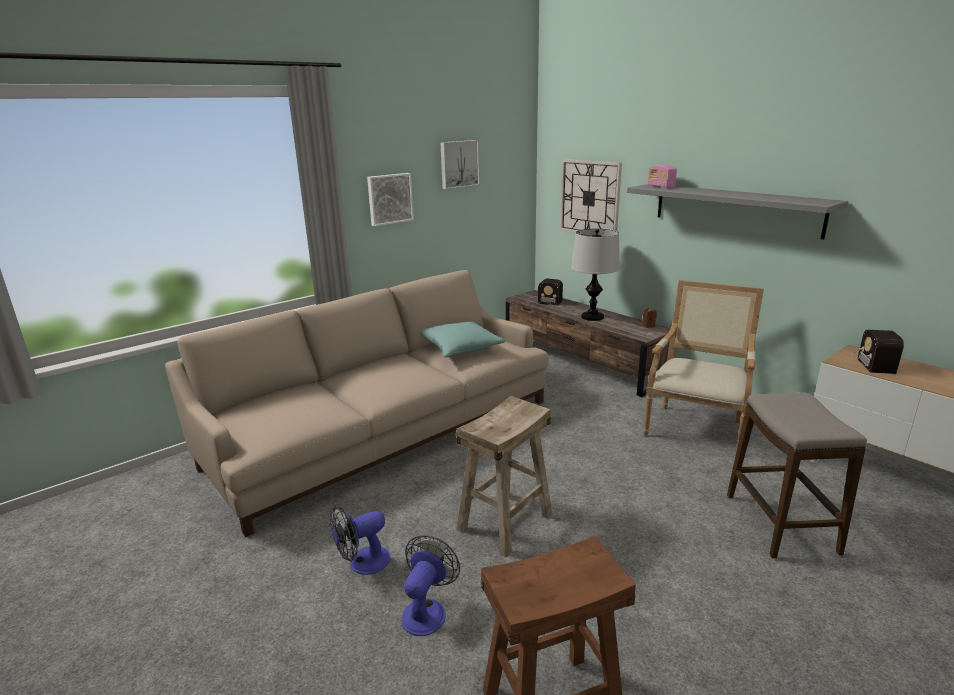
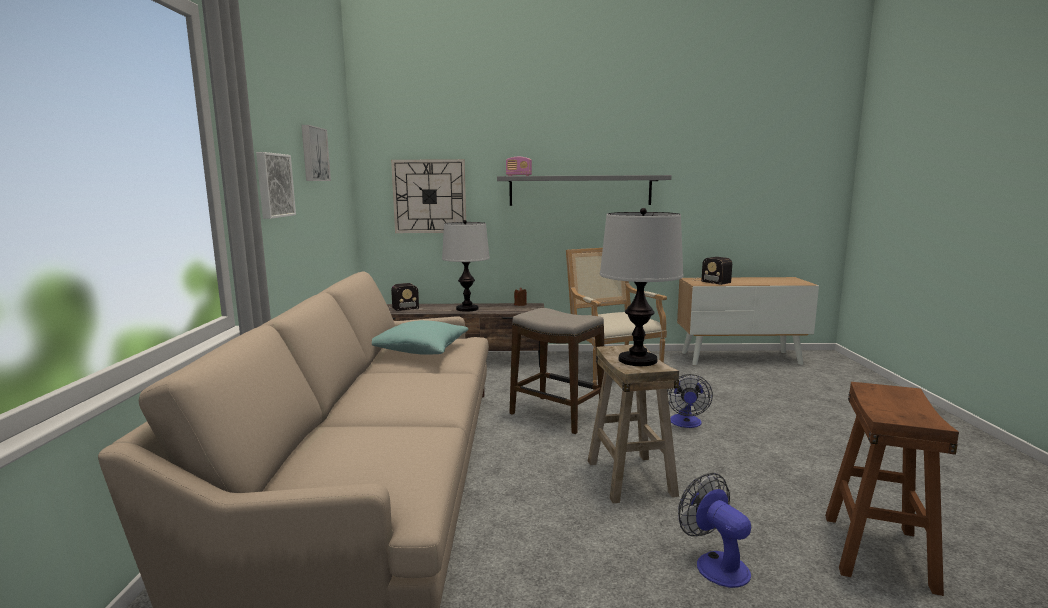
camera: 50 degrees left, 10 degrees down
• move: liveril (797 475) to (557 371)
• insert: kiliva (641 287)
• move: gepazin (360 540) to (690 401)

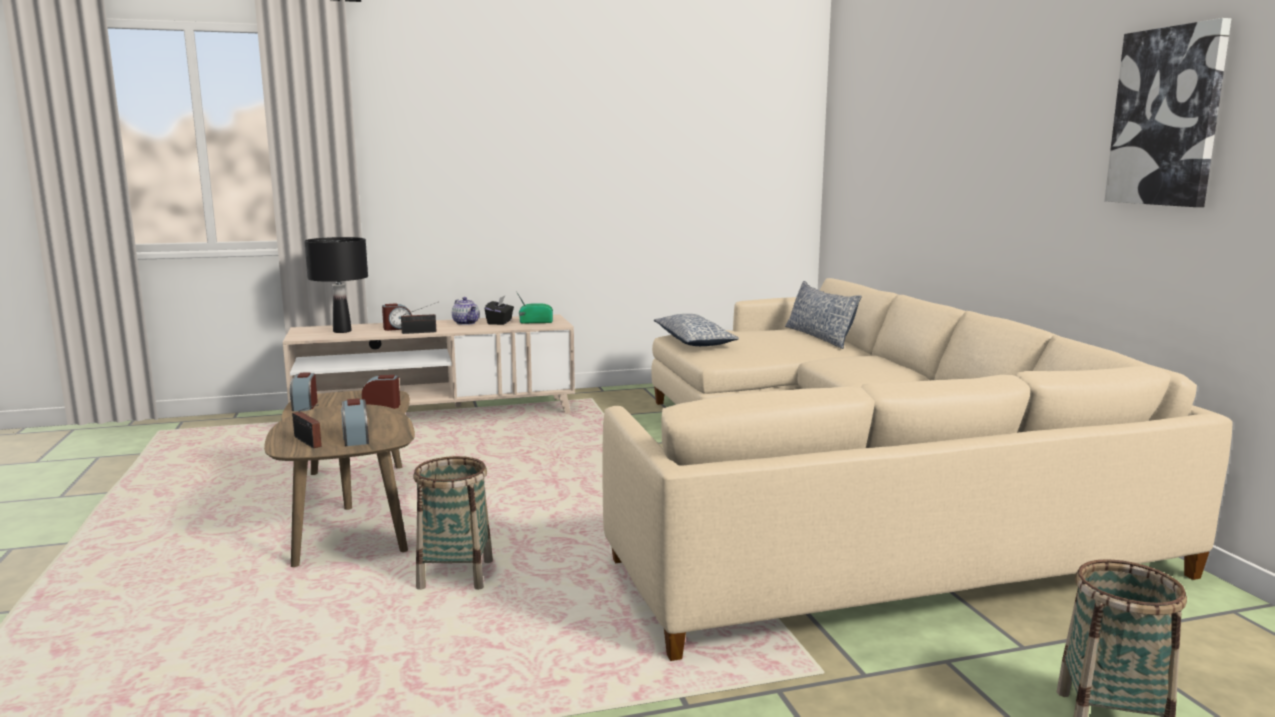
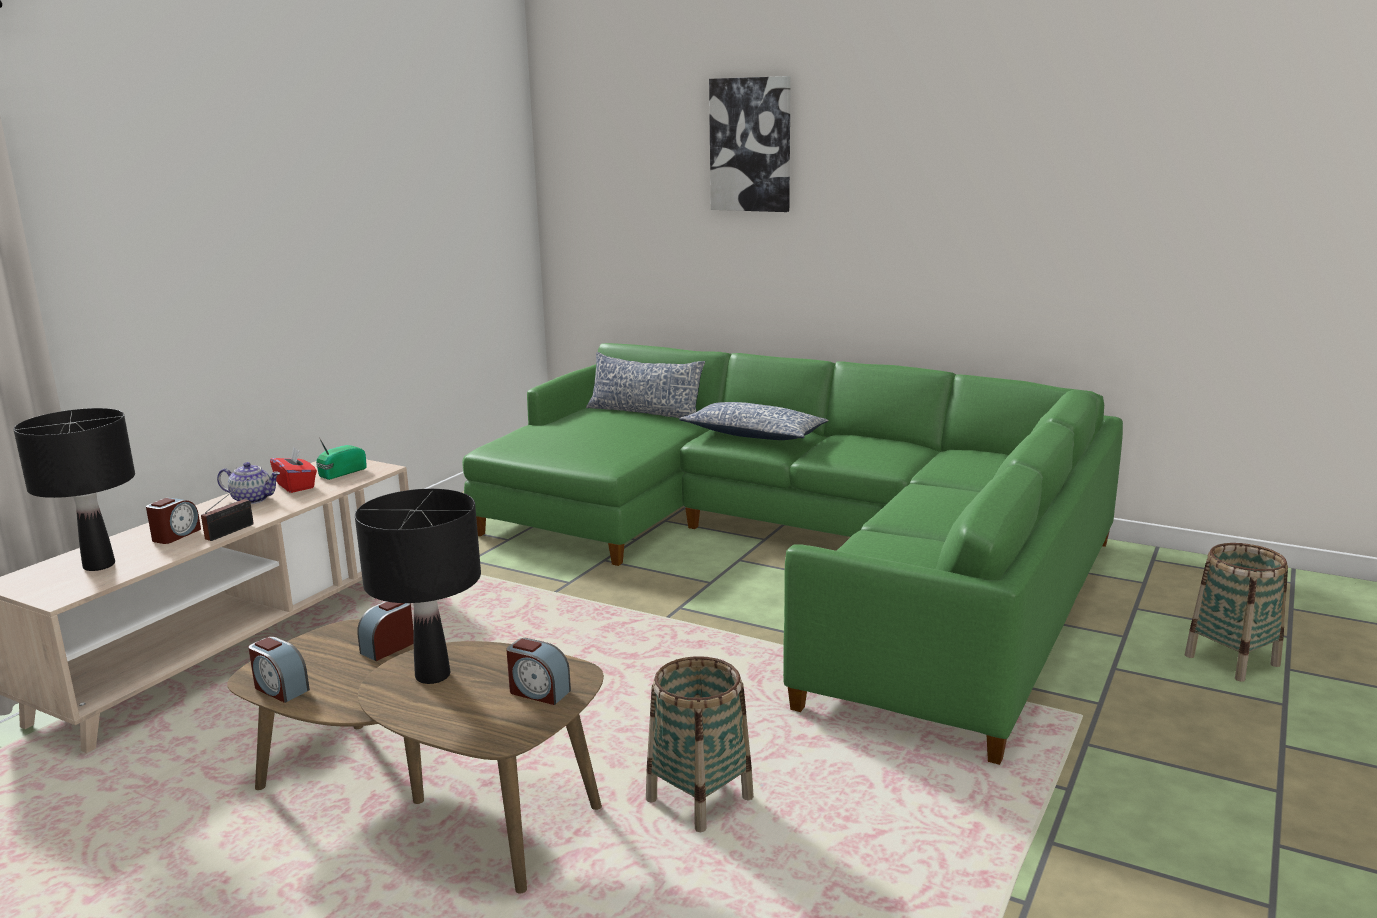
camera: 45 degrees left, 5 degrees up
• recolor: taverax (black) (499 310) to taverax (red) (293 470)
• insert: kiliva (black) (418 586)
• recolor: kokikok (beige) (917 469) to kokikok (green) (792 554)
• move: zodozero (696 330) to (754 421)
• move: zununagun (1167 112) to (750 144)
• delete: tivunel (307 426)

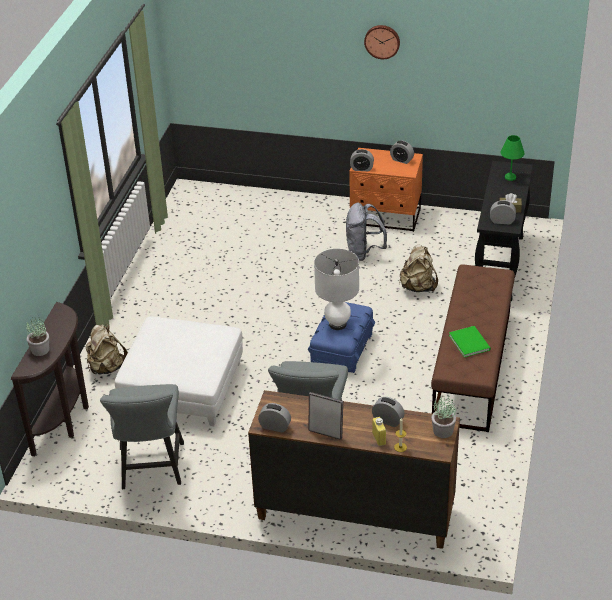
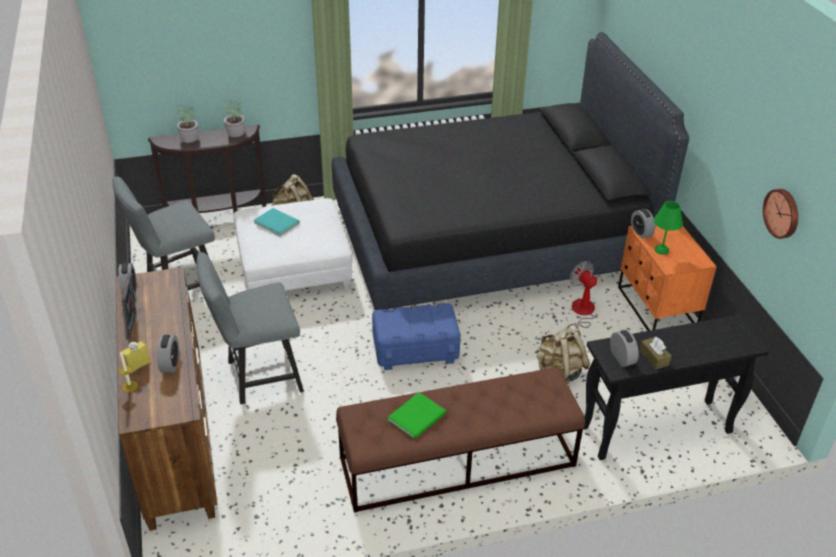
camera: 60 degrees right, 0 degrees up
• move: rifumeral (444 417) to (234 118)
• insert: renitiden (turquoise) (277 222)
• insert: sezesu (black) (510 171)
• replace: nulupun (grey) (366 232) to gepazin (582 295)
• move: kiliva (green) (512 158) to (668 228)
• move: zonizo (382 42) to (780 214)
• delete: kiliva (white) (336 289)
• delete: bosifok (402 152)

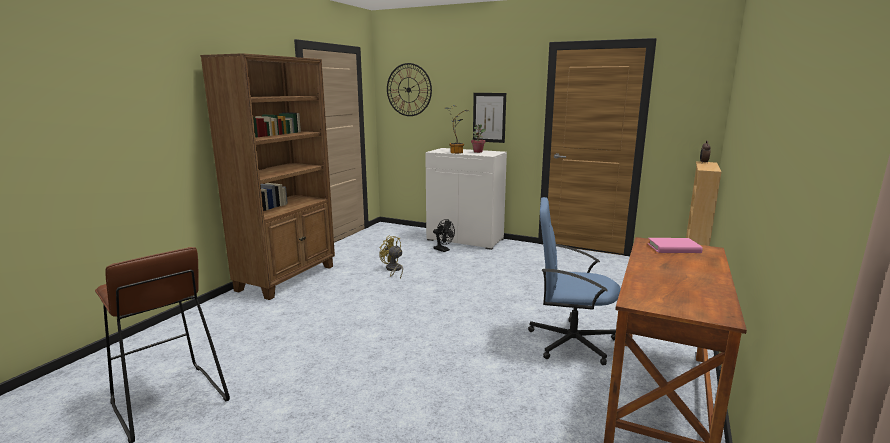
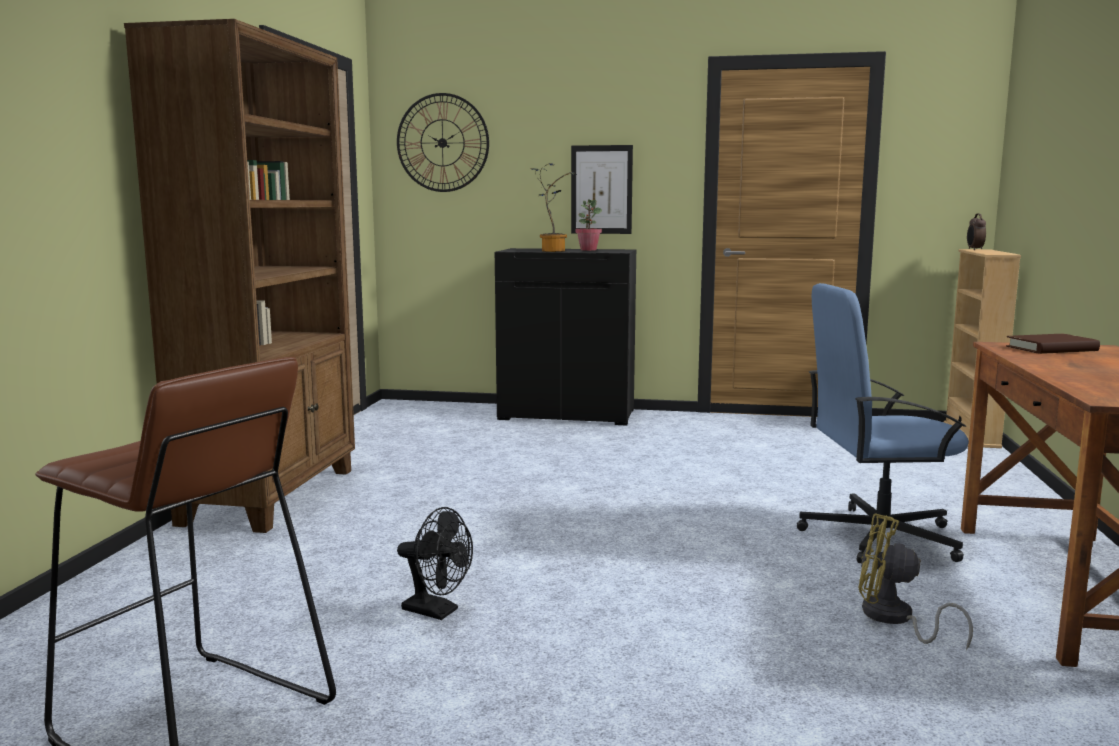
camera: 15 degrees left, 5 degrees down
• move: gepazin (black) (444 235) to (435 563)
• recolor: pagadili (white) (466 199) to pagadili (black) (565 337)
• move: gepazin (yellow) (391 257) to (916 581)
• recolor: renitiden (pink) (675 245) to renitiden (brown) (1053 344)

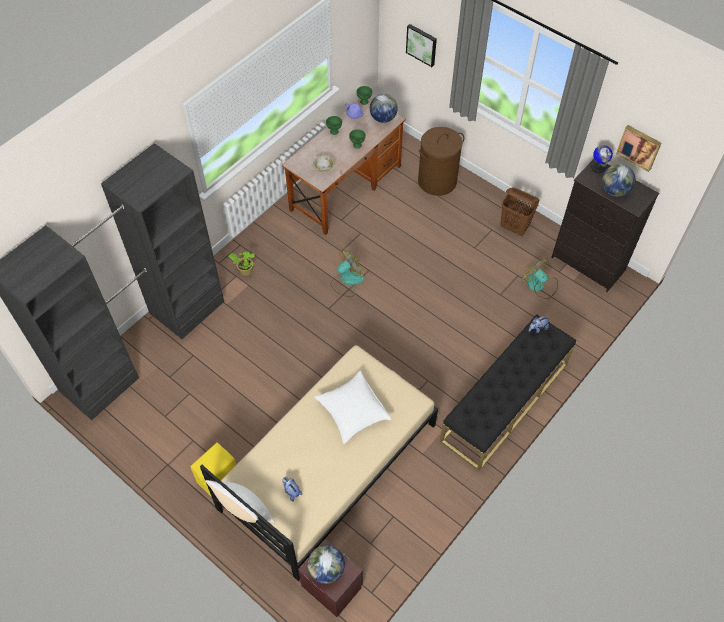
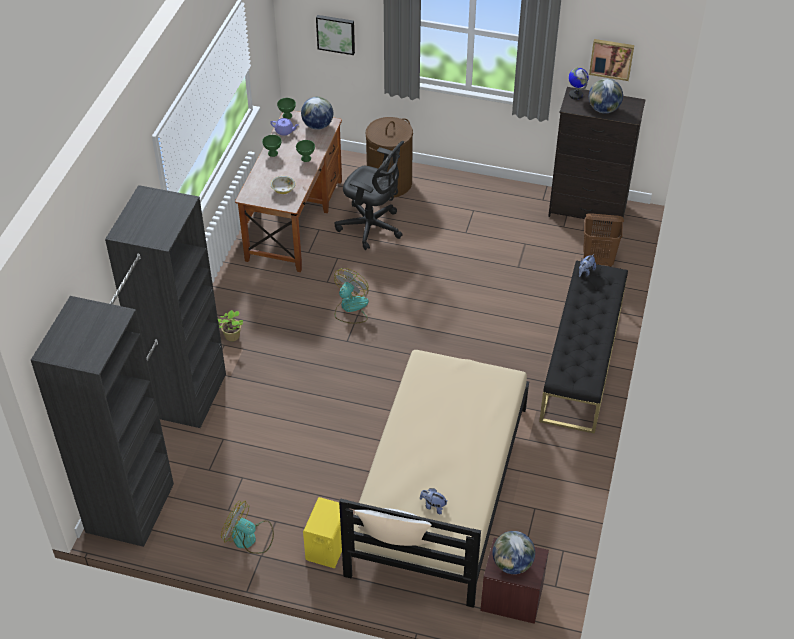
camera: 25 degrees left, 10 degrees down
• move: gepazin (540 278) to (247 527)
• insert: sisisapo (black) (369 195)
• move: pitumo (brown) (519 212) to (603 240)
• delete: zodozero (white) (352 407)

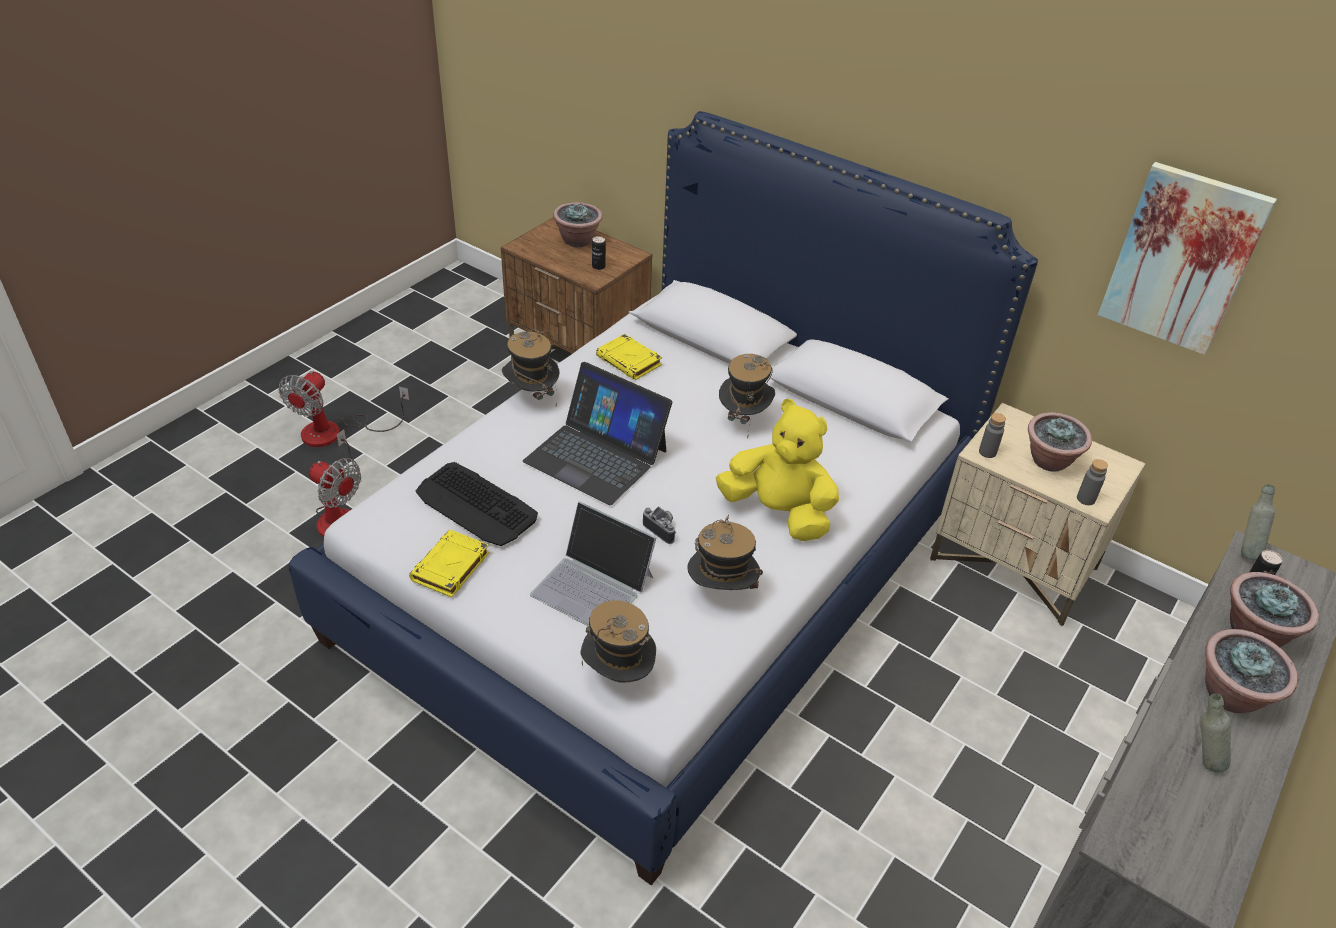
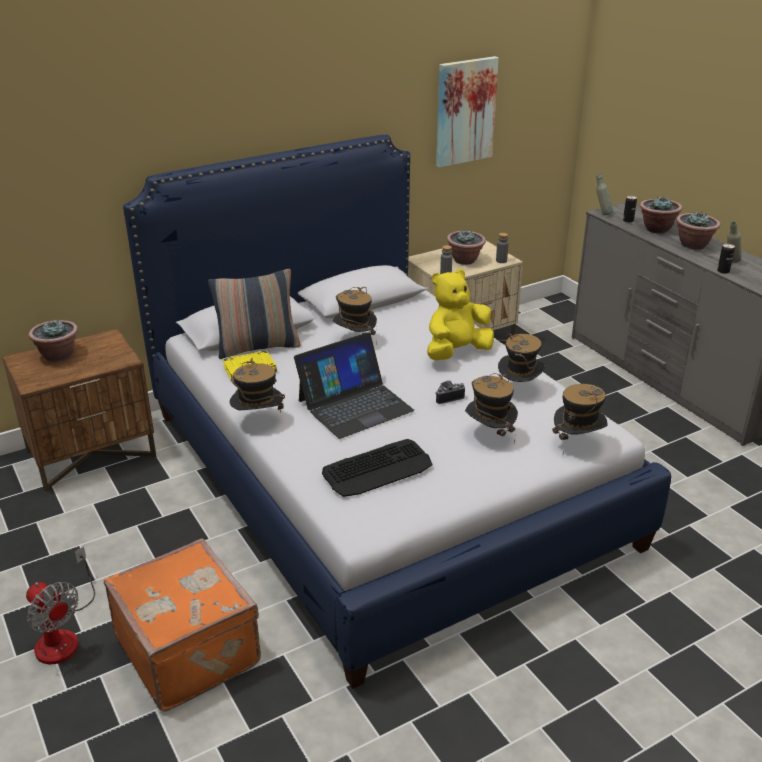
camera: 65 degrees left, 10 degrees down
• replace: gepazin (335 483) to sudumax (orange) (182 625)
• insert: zodozero (254 314)
• replace: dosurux (593 564) to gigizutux (491 407)
• move: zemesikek (599 253) to (726 259)
• delete: renitiden (yellow) (449 564)

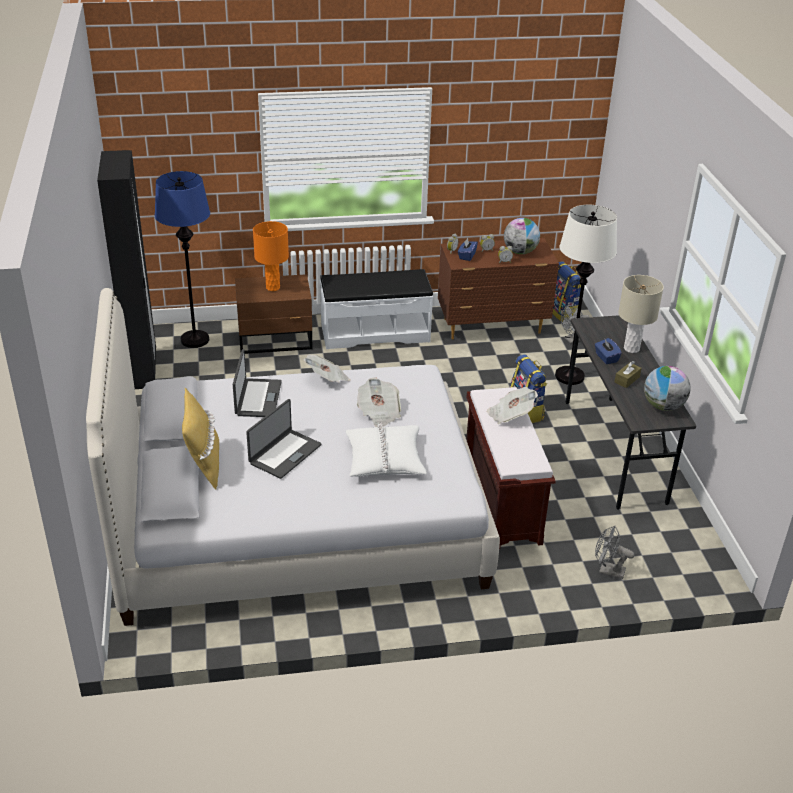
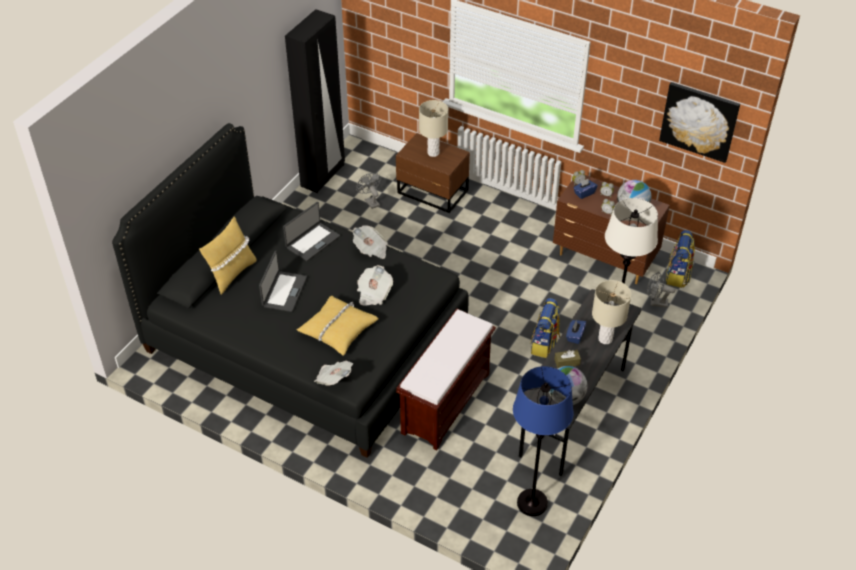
camera: 40 degrees right, 10 degrees up
• recolor: sezesu (white) (293 457) to sezesu (black) (290 290)
• rotate: dosurux (284 439) = (283 281) 60 degrees counterclockwise
• recolor: zodozero (white) (386 449) to zodozero (yellow) (337 326)
• move: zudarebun (512 405) to (333 373)
• move: gepazin (grey) (615 552) to (368 191)
• recolor: kiliva (orange) (271 256) to kiliva (beige) (433 128)
• move: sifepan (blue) (182 259) to (543 441)
• insert: zununagun (699 122)
• delete: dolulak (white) (376 309)

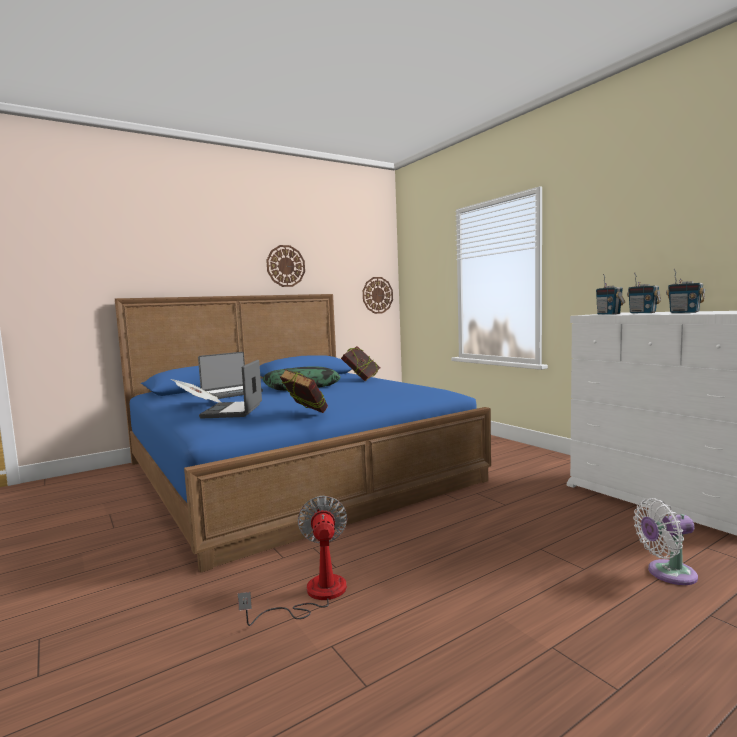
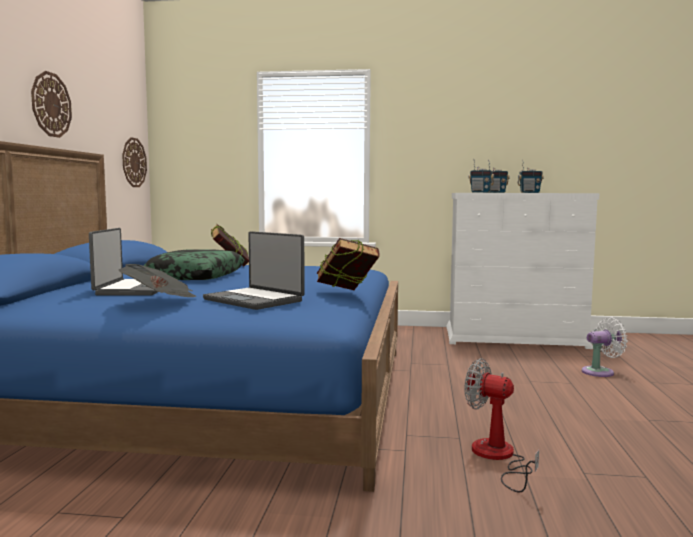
camera: 50 degrees left, 0 degrees up
• rotate: gepazin (white) (665 541) = (605 347) 135 degrees counterclockwise

